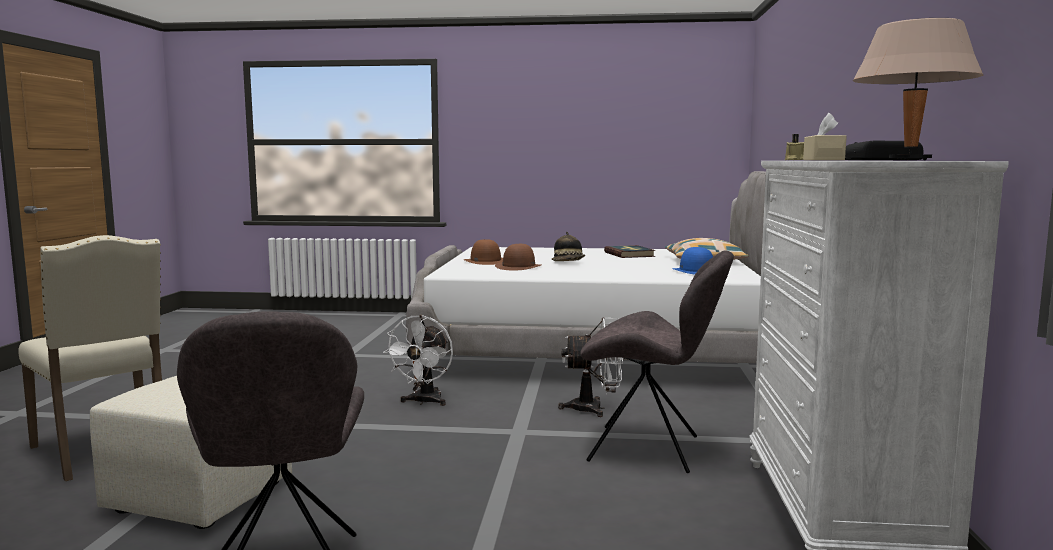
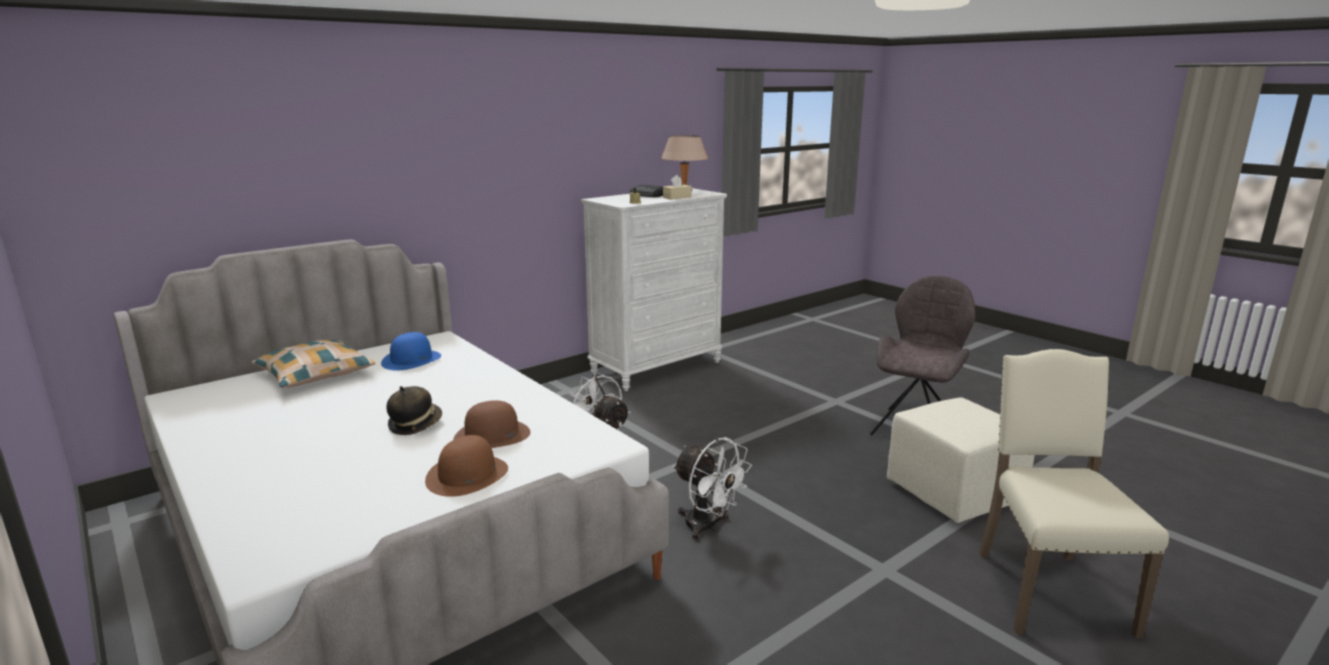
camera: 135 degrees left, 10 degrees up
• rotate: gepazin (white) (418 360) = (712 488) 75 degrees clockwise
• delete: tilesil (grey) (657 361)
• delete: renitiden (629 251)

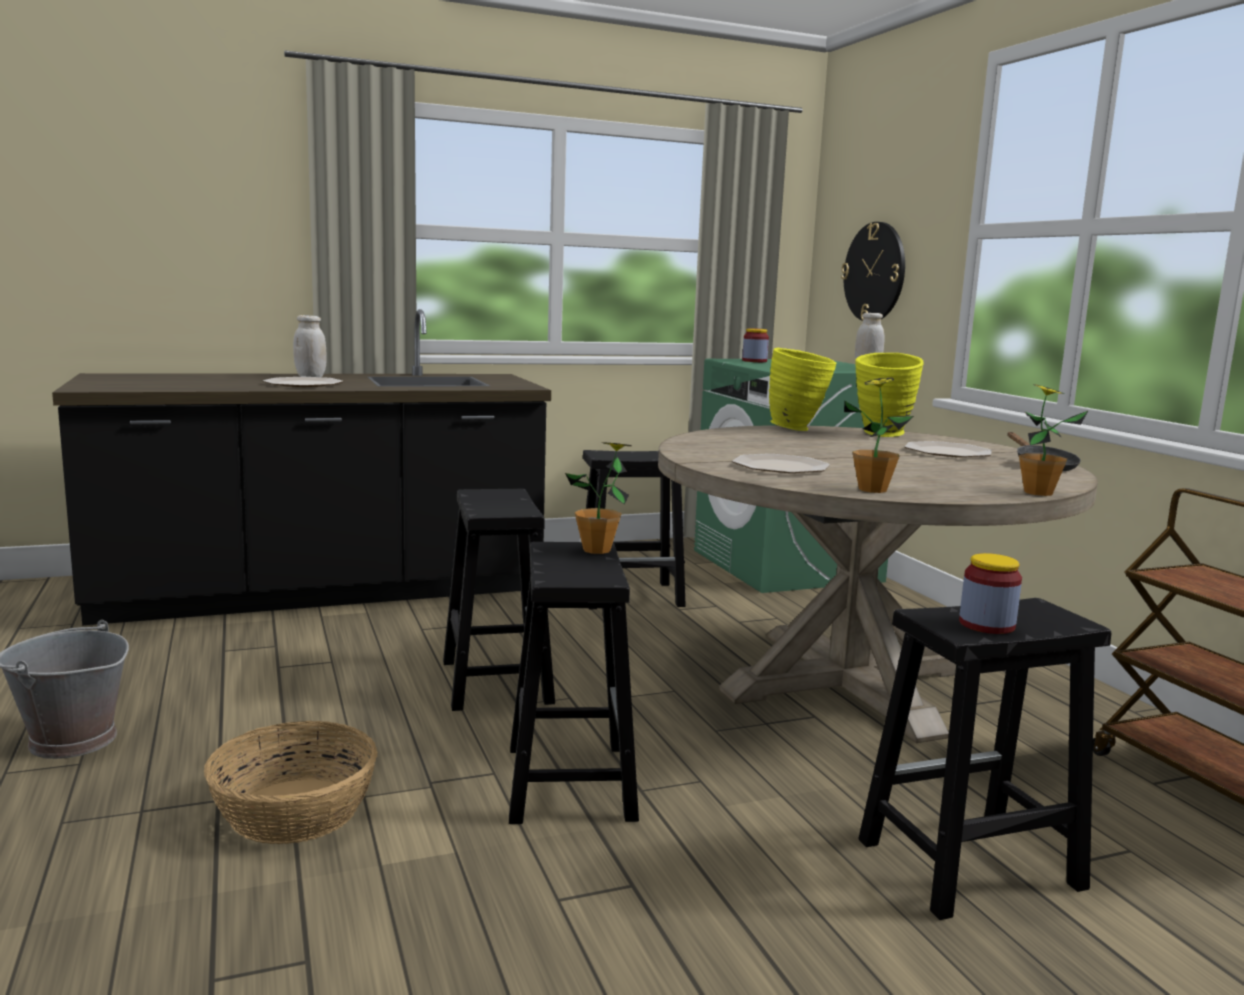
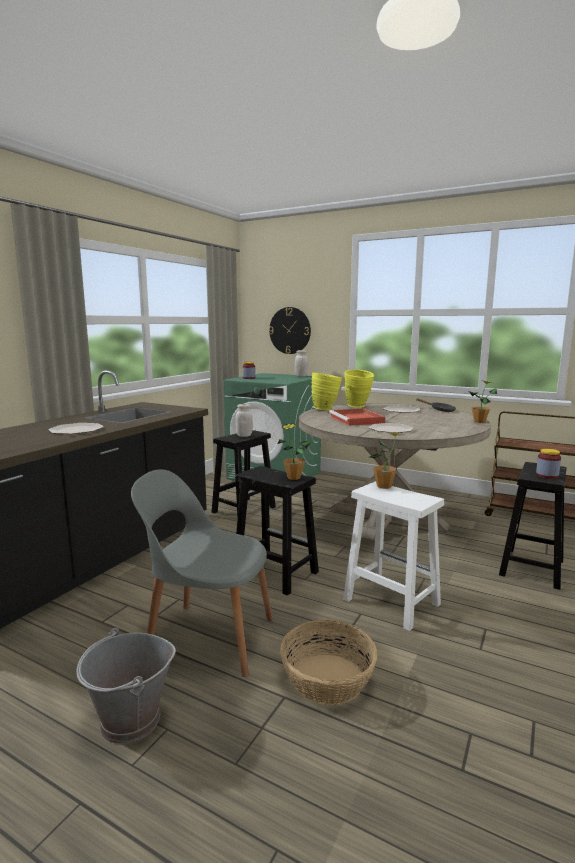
camera: 40 degrees left, 0 degrees up
• insert: tilesil (grey) (202 573)
• move: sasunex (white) (309 346) to (244 420)
• move: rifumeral (879 435) to (294 451)
• insert: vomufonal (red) (357 417)
• recolor: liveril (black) (574 683) to liveril (white) (393 556)

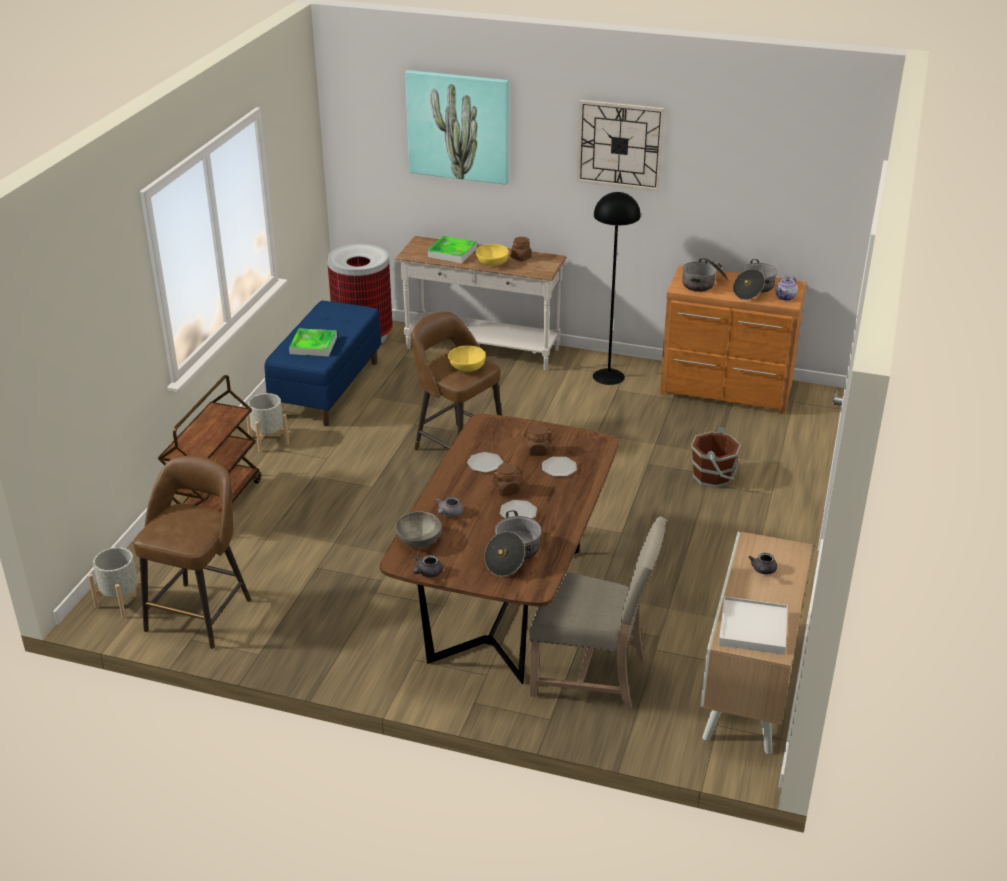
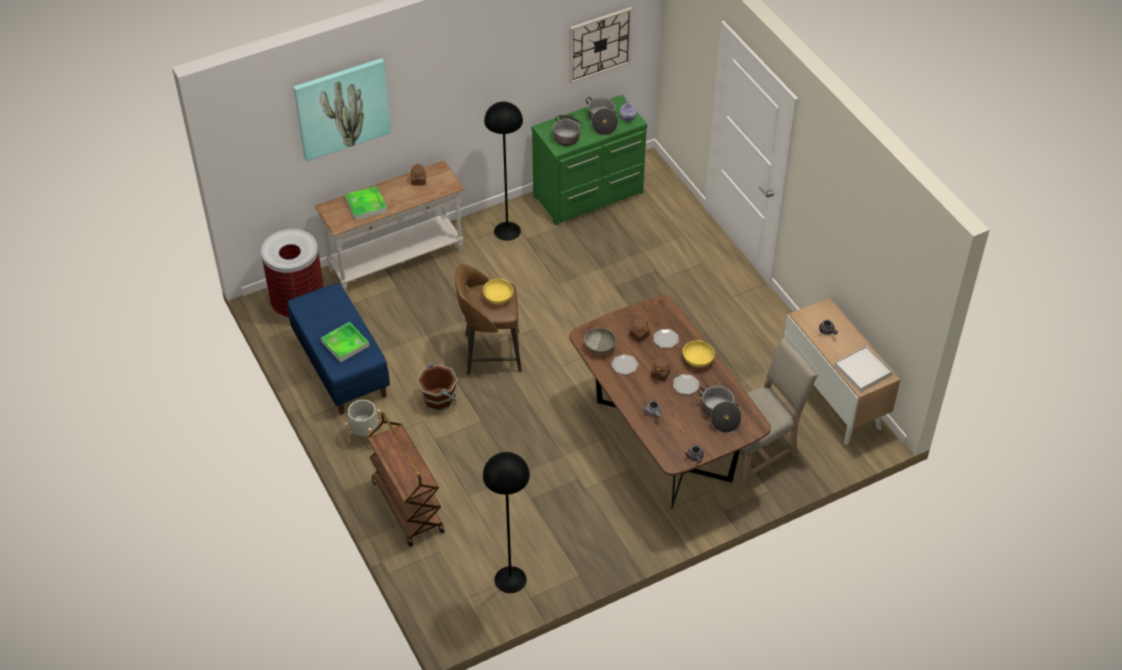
camera: 45 degrees left, 15 degrees up
• move: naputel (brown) (716 457) to (438 387)
• replace: liveril (brown) (192 552) to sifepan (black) (506 522)
• recolor: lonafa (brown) (733 339) to lonafa (green) (589 160)
• move: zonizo (621 145) to (601 45)
• move: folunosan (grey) (418 529) to (600 341)
• move: folunosan (yellow) (492 255) to (699 354)
• delete: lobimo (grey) (114 582)

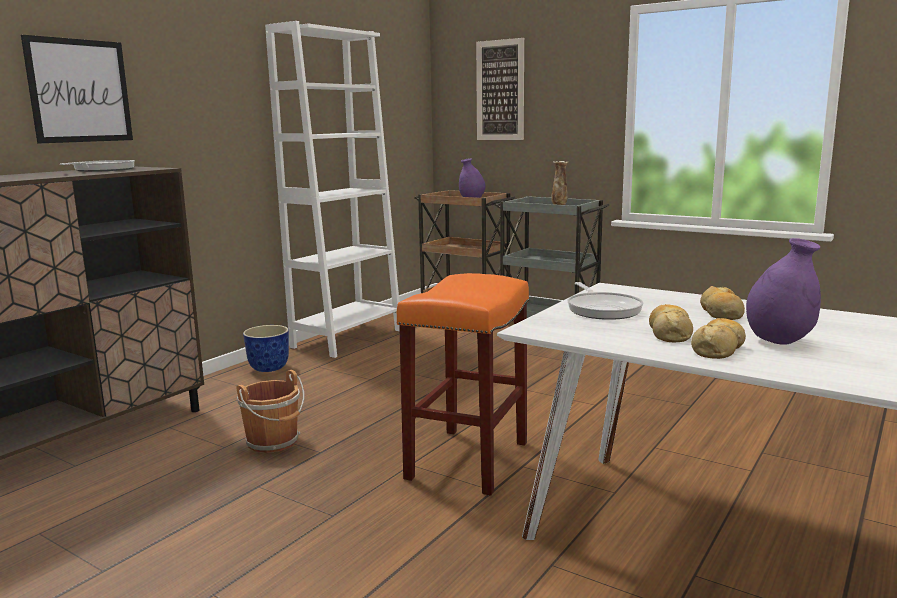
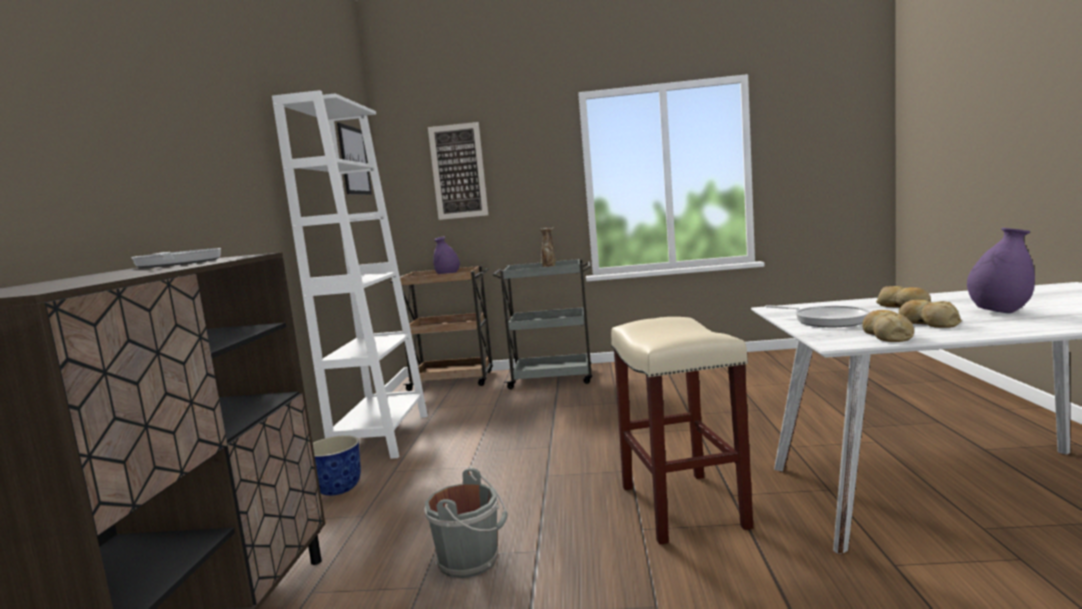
camera: 30 degrees left, 5 degrees down
• move: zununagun (77 89) to (354 159)
• recolor: naputel (brown) (270 411) to naputel (grey) (466 523)
• recolor: liveril (orange) (462 384) to liveril (beige) (682 431)
• move: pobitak (718 338) to (888 326)

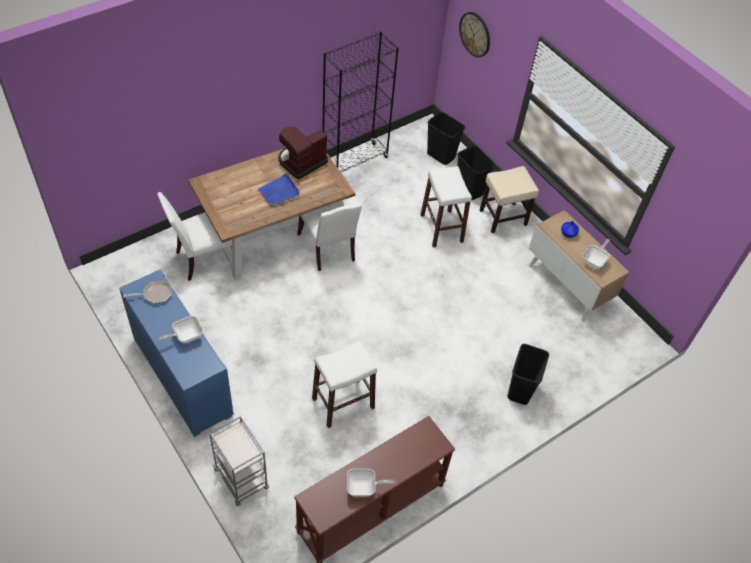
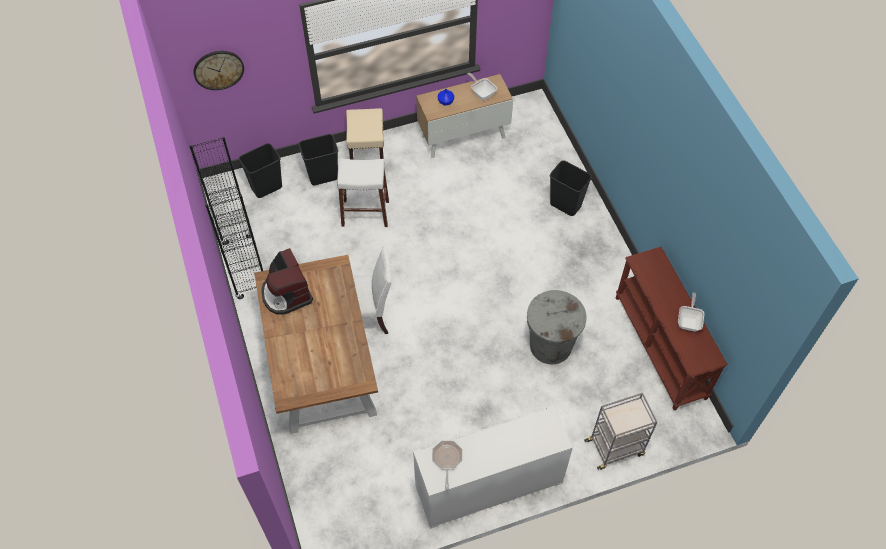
camera: 70 degrees left, 5 degrees up
• recolor: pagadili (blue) (176 353) to pagadili (white) (493 467)
• replace: liveril (white) (344 384) to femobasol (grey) (557 327)
• delete: tilesil (white) (194 236)
• delete: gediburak (180 329)
• delete: vomufonal (blue) (279 189)

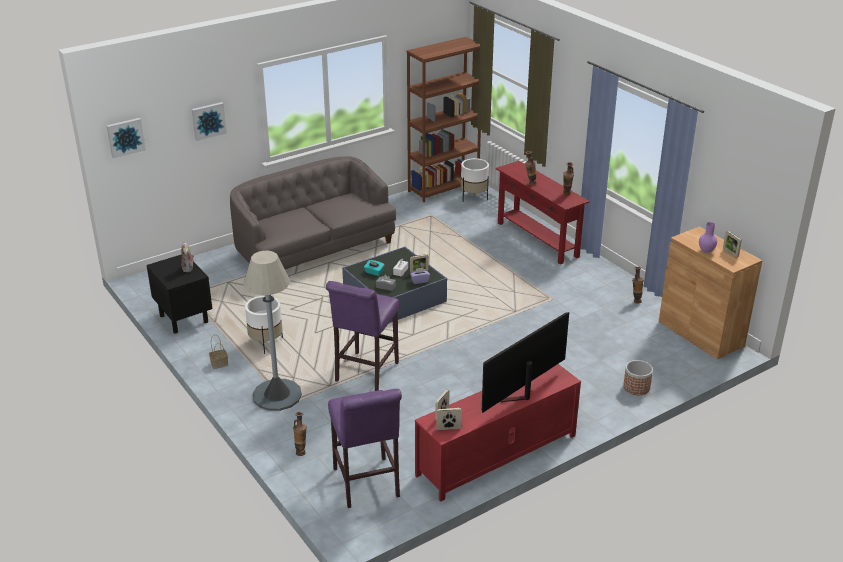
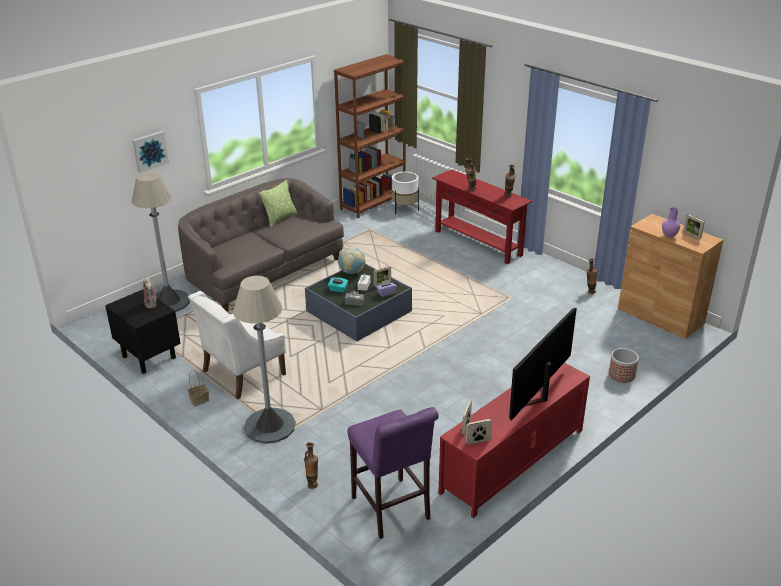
camera: 10 degrees left, 0 degrees up
• insert: sifepan (grey) (161 242)
• replace: lobimo (white) (264 325) to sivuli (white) (237 345)
• insert: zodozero (278 203)
• insert: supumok (352 260)
• delete: zununagun (126 138)
• delete: liveril (purple) (362 336)

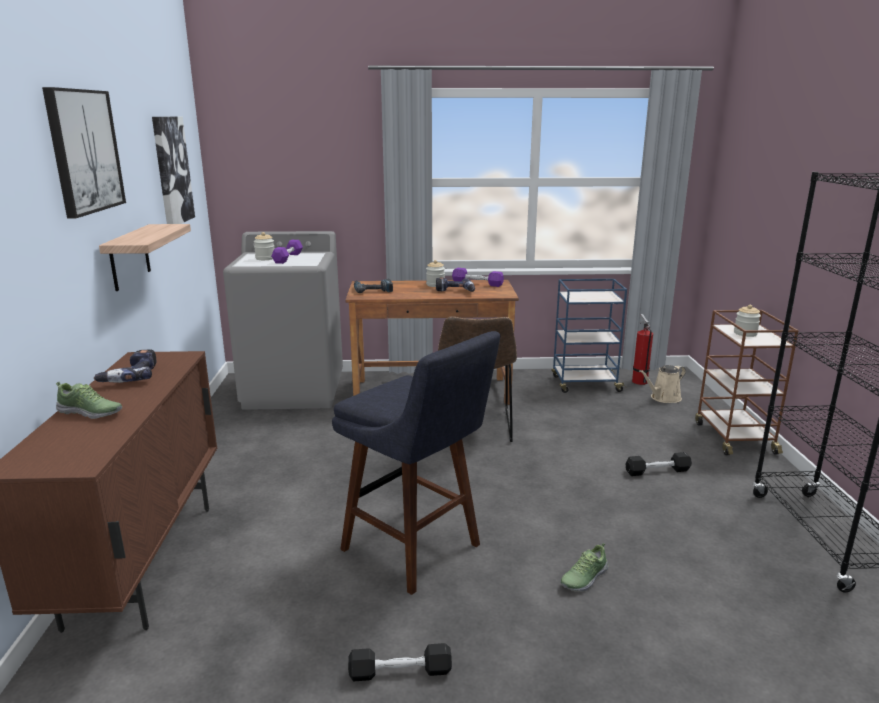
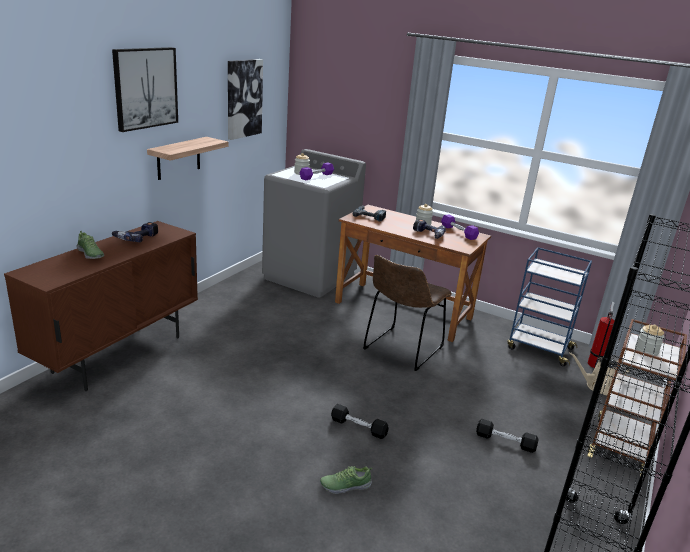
camera: 30 degrees right, 5 degrees up
• move: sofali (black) (400 662) to (360 421)
• delete: liveril (blue) (416 463)

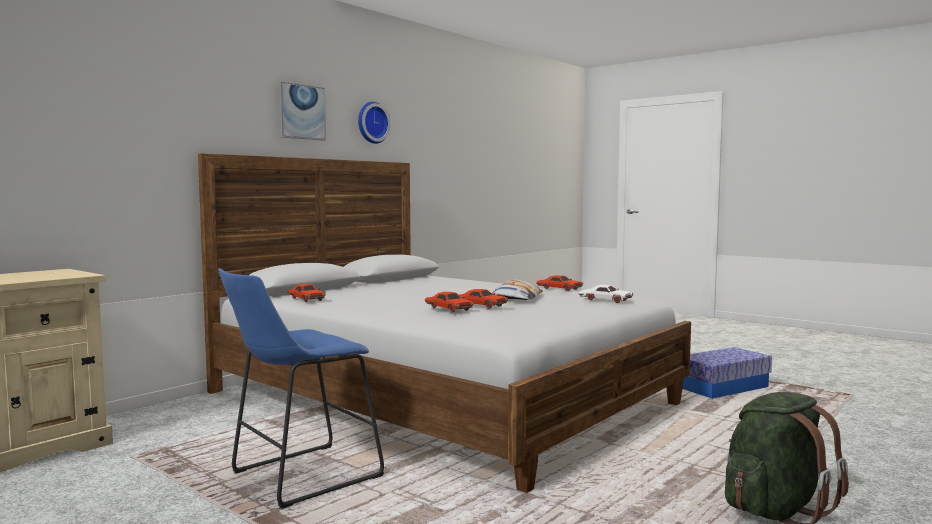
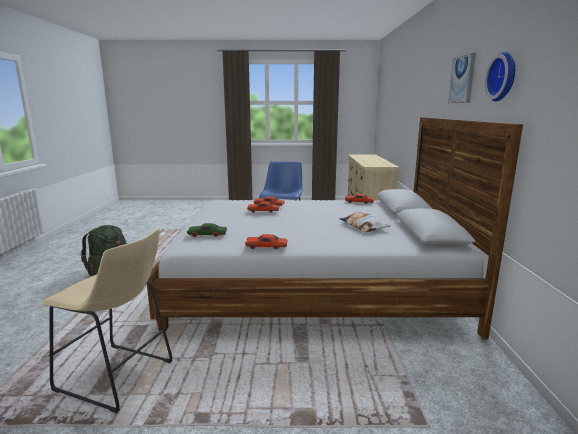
camera: 140 degrees right, 10 degrees up
• replace: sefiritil (727 373) to liveril (beige) (107 320)
• recolor: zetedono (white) (606 294) to zetedono (green) (207 230)
• move: zodozero (517 290) to (365 222)

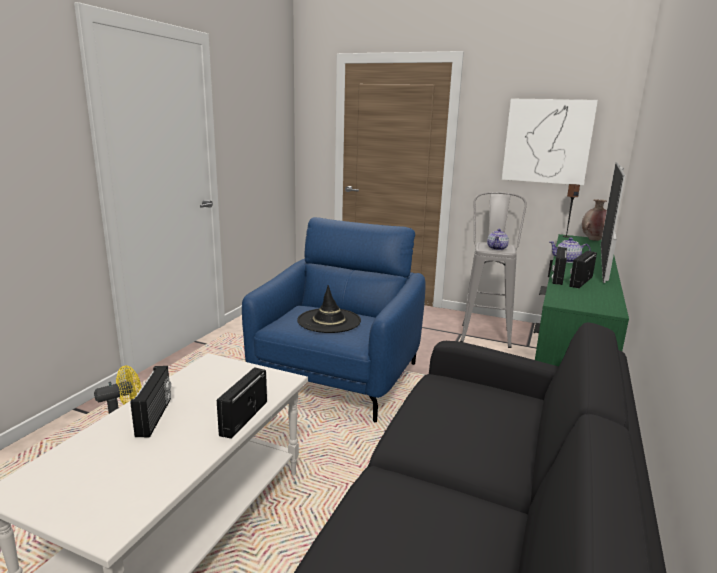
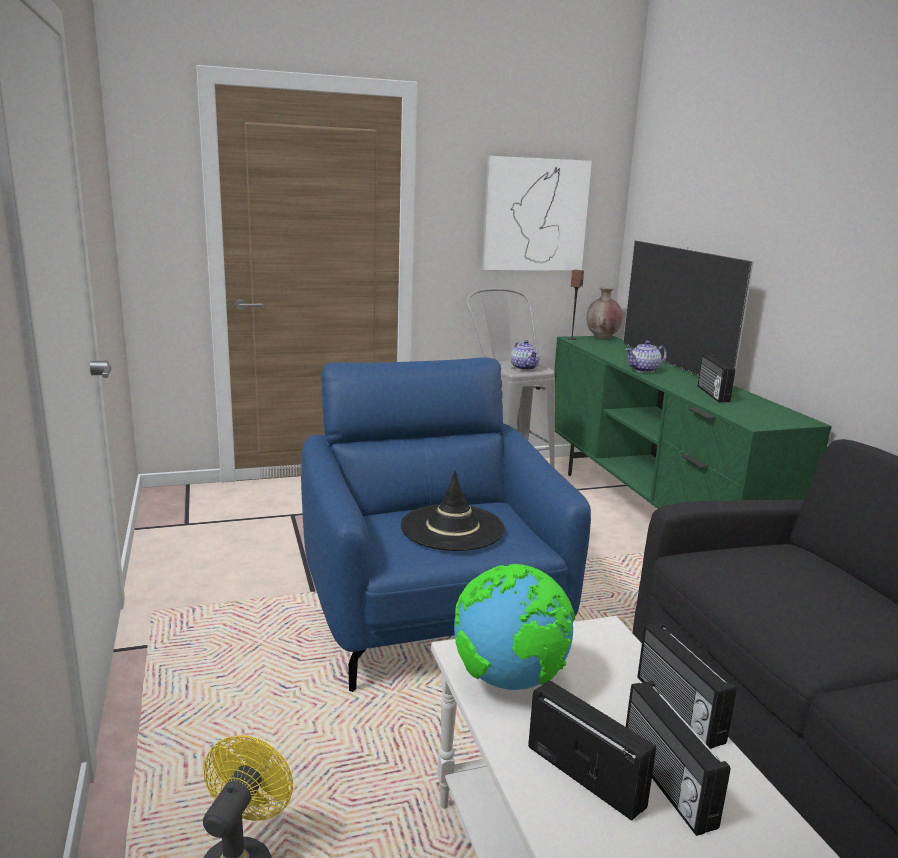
camera: 40 degrees left, 0 degrees up
• insert: supumok (514 627)
• move: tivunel (559 266) to (678 758)

